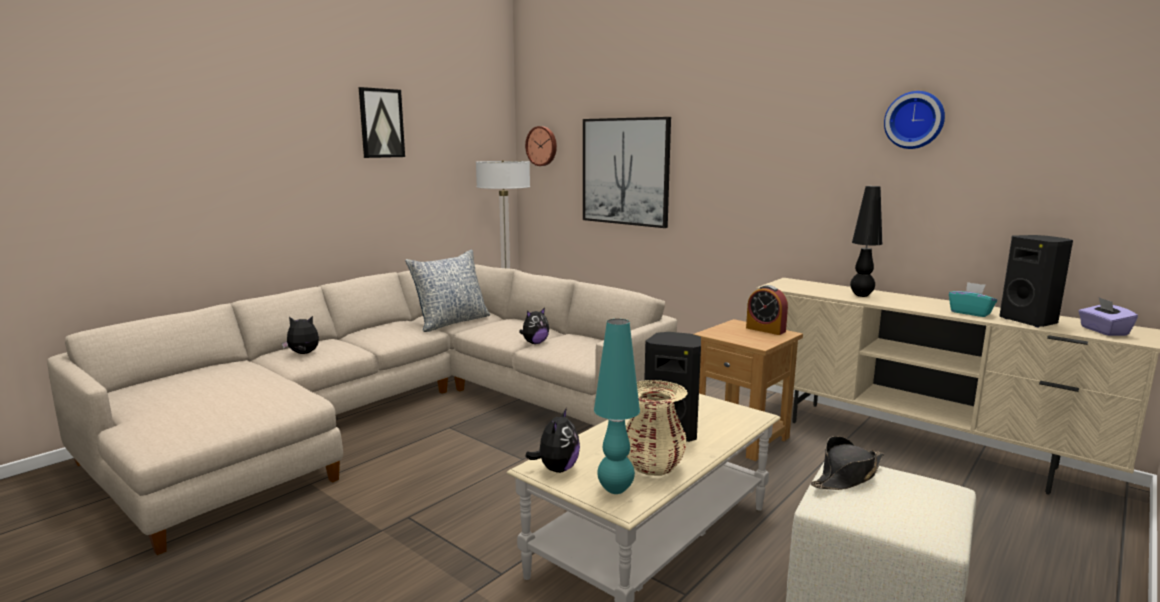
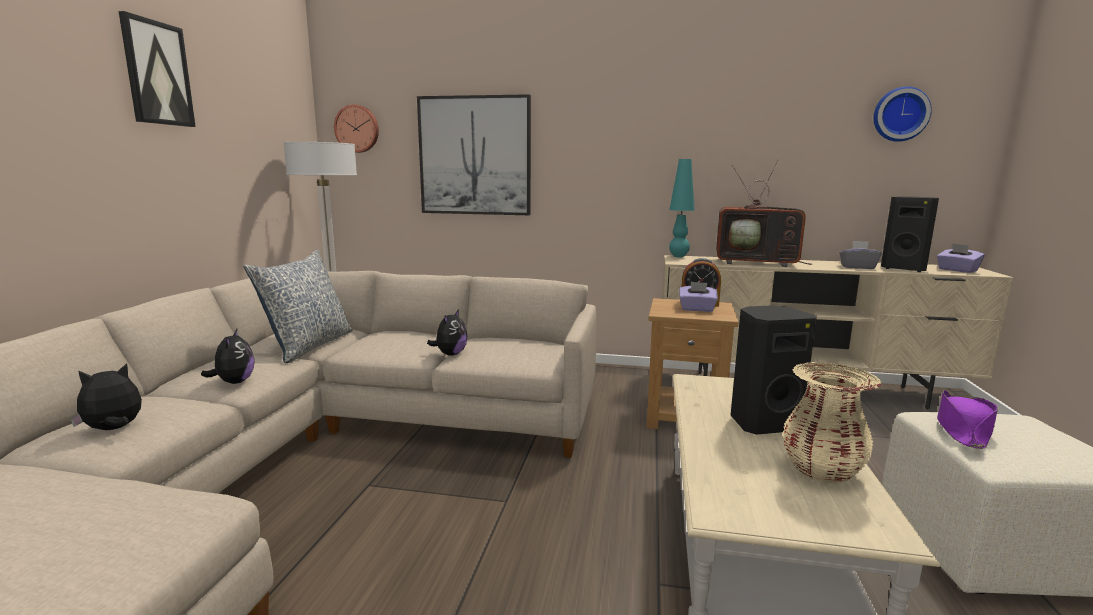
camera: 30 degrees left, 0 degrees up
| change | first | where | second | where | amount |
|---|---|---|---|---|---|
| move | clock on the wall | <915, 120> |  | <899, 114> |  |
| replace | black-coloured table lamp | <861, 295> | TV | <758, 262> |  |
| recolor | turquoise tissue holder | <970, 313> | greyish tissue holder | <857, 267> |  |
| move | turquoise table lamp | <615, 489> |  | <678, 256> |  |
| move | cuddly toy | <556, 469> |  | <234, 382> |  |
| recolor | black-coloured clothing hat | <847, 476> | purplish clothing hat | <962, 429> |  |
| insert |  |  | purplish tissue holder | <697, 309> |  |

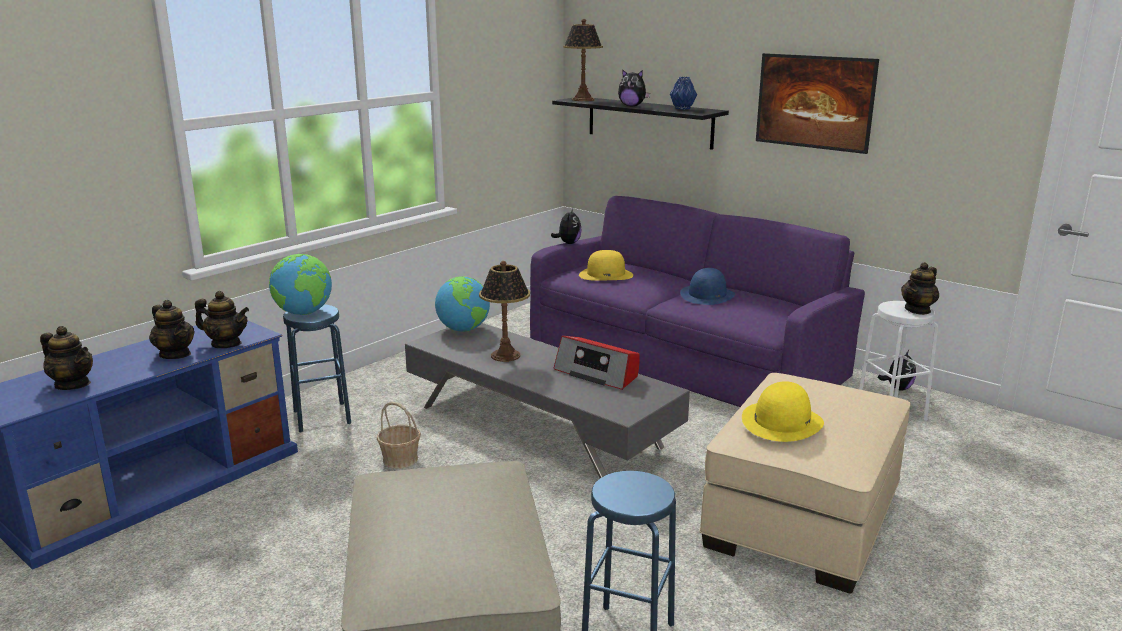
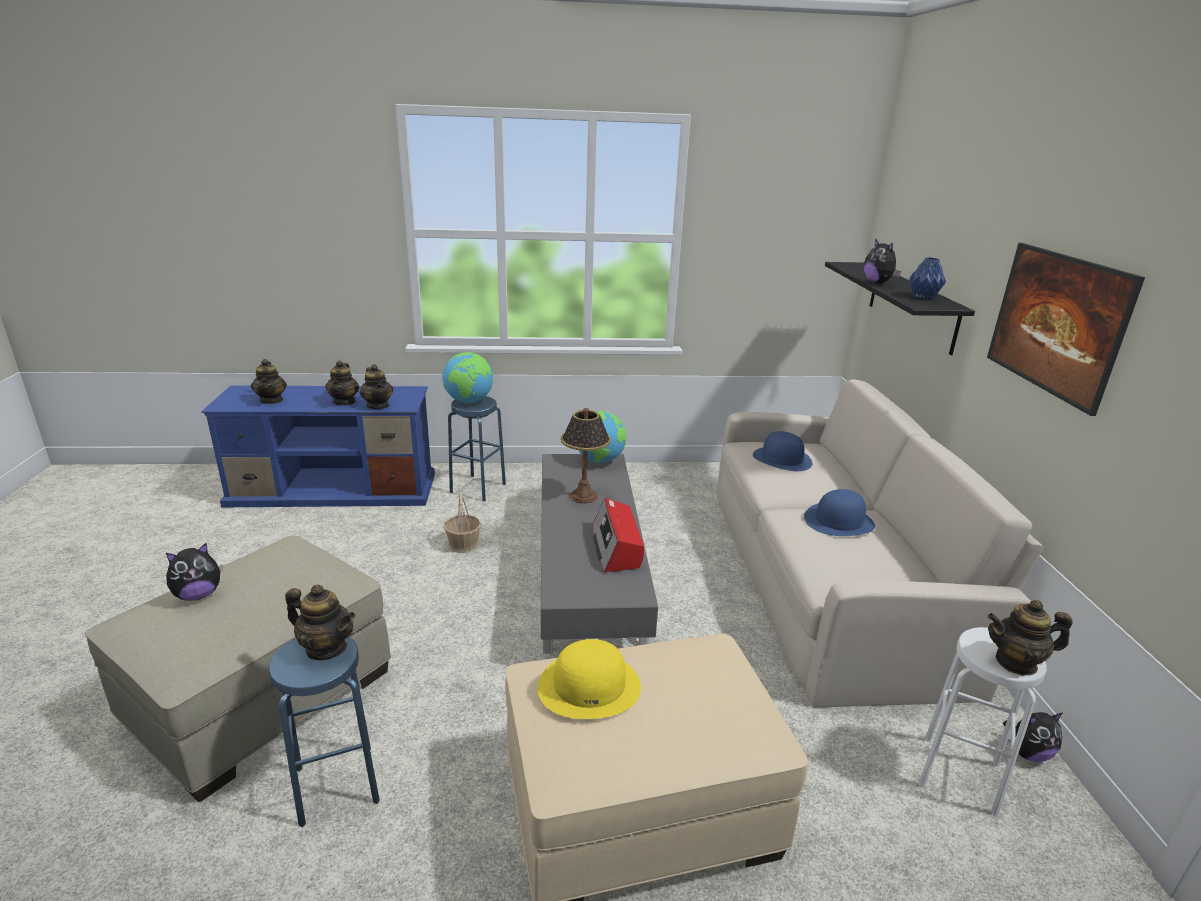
camera: 45 degrees right, 5 degrees up
| change | first | where | second | where | amount |
|---|---|---|---|---|---|
| delete | table lamp | <582, 99> |  |  |  |
| recolor | purplish settee | <686, 354> | sand-coloured settee | <830, 576> |  |
| move | cuddly toy | <568, 243> |  | <198, 595> |  |
| recolor | yellow clothing hat | <606, 275> | blue clothing hat | <782, 459> |  |
| insert |  |  | tea pot | <326, 648> |  |

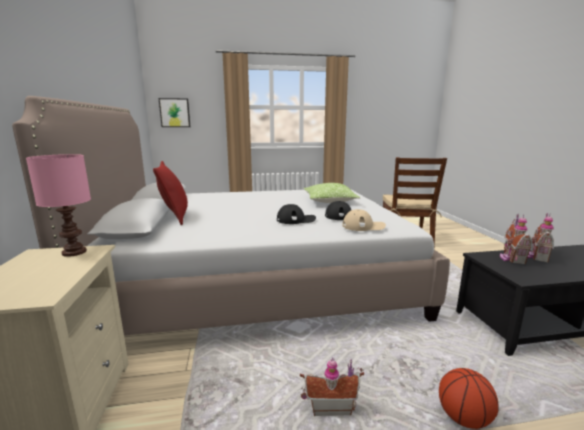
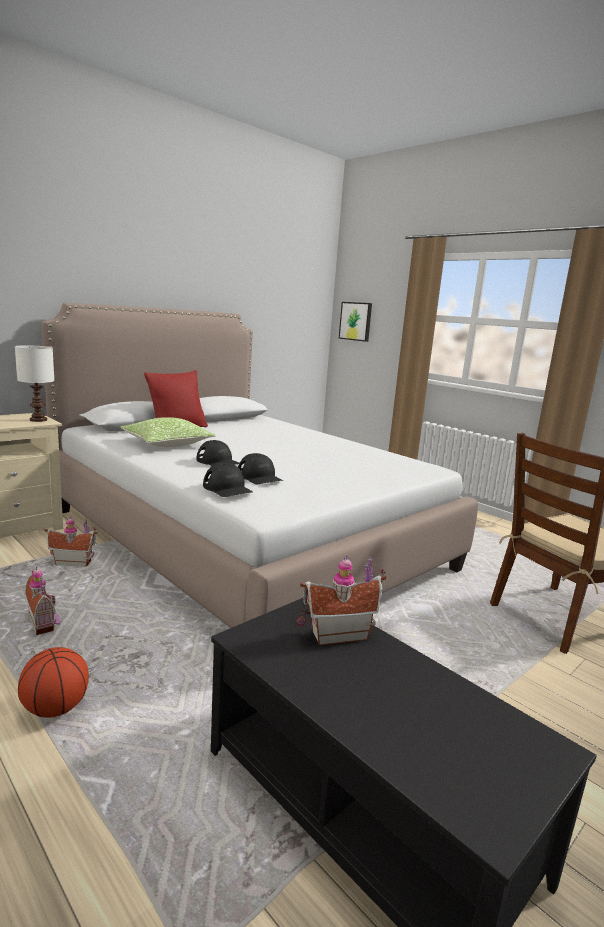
camera: 55 degrees right, 0 degrees up
| change | first | where | second | where | amount |
|---|---|---|---|---|---|
| recolor | pinkish table lamp | <75, 252> | whitish table lamp | <38, 420> |  |
| move | throw pillow | <329, 201> |  | <167, 443> |  |
| recolor | sand-coloured cap | <363, 226> | black-coloured cap | <227, 488> |  |
| move | toy house | <536, 256> |  | <74, 562> |  |

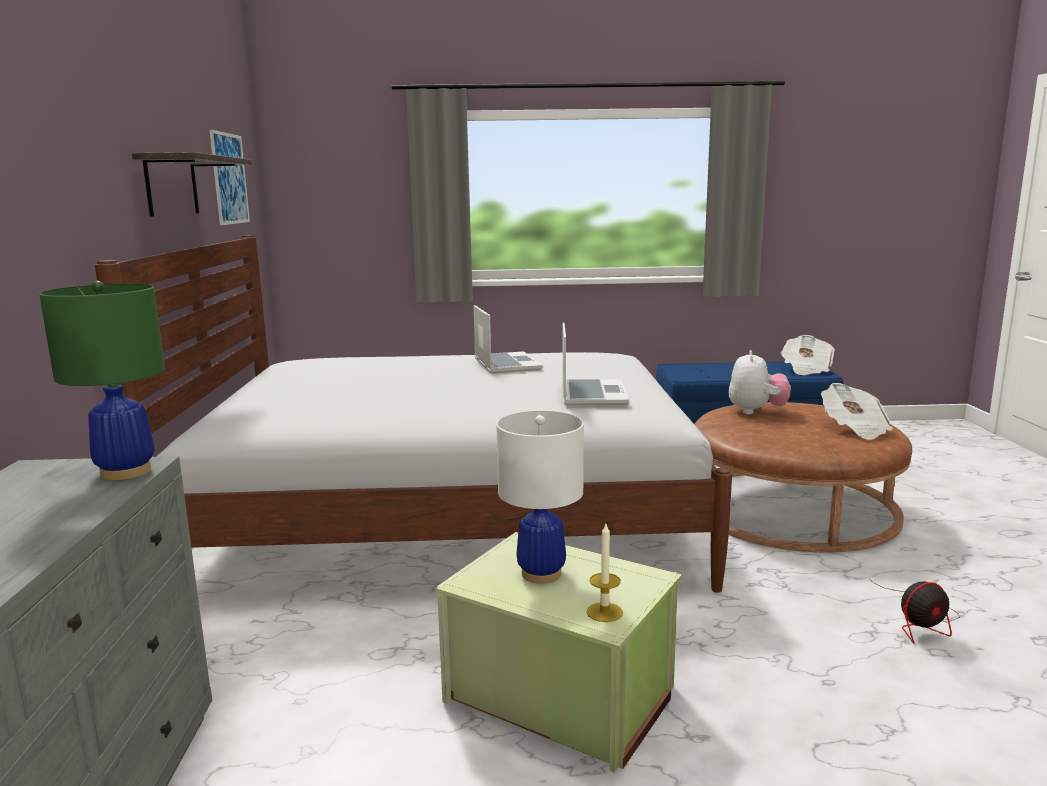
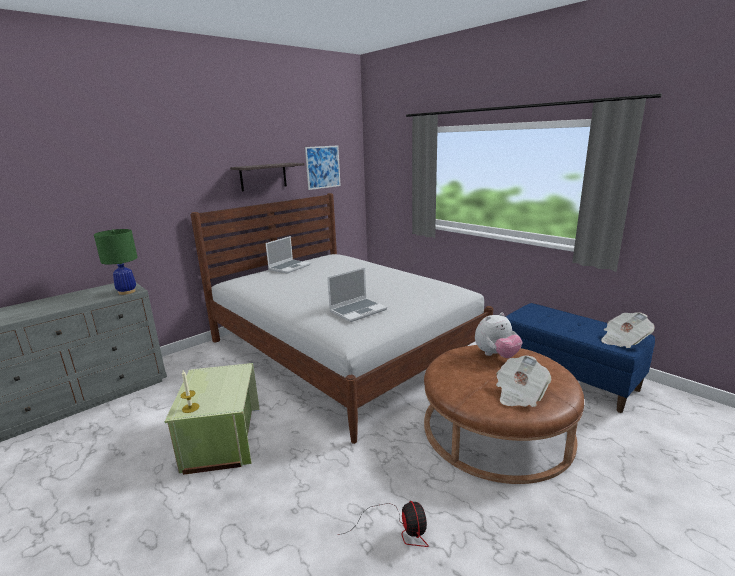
camera: 50 degrees right, 5 degrees up
| change | first | where | second | where | amount |
|---|---|---|---|---|---|
| move | laptop | <505, 364> |  | <289, 267> |  |
| delete | whitish table lamp | <541, 574> |  |  |  |
| rotate | fan | <921, 622> |  | <398, 529> | 135 degrees counterclockwise |

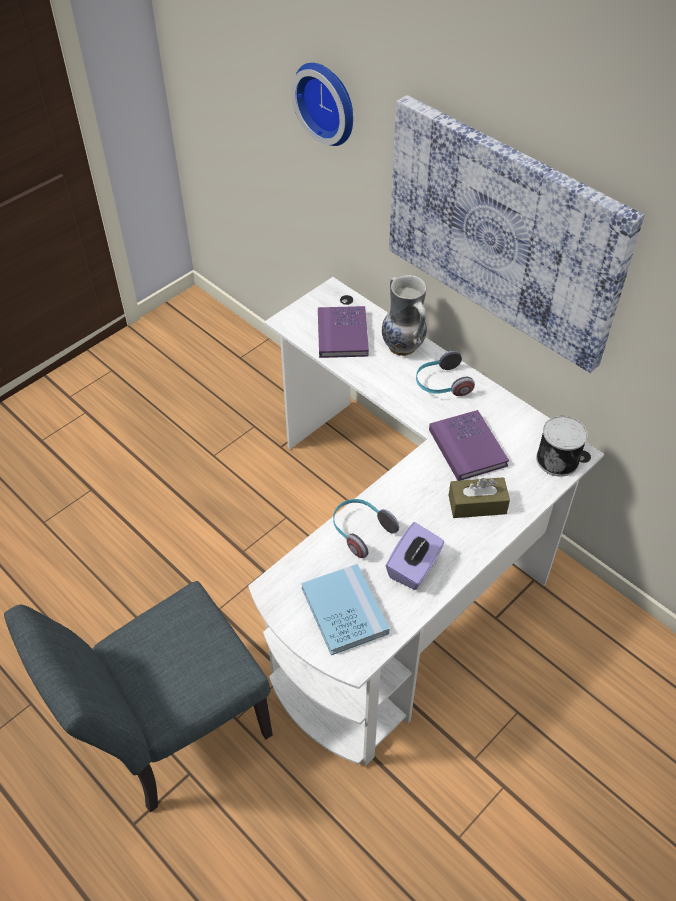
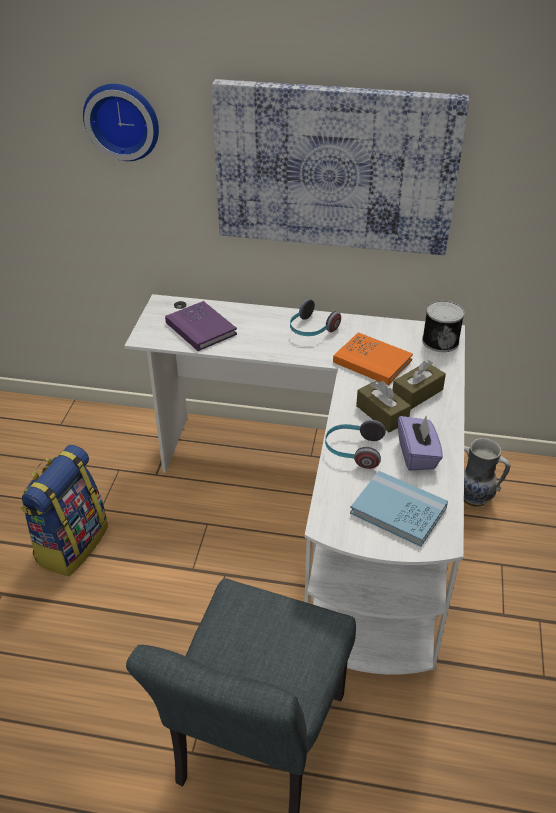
camera: 35 degrees left, 10 degrees down
| change | first | where | second | where | amount |
|---|---|---|---|---|---|
| move | vase | <403, 345> |  | <474, 497> |  |
| recolor | purplish book | <467, 447> | orange-coloured book | <372, 361> |  |
| insert |  |  | brown-coloured tissue holder | <382, 414> |  |
| insert |  |  | rucksack | <71, 544> |  |

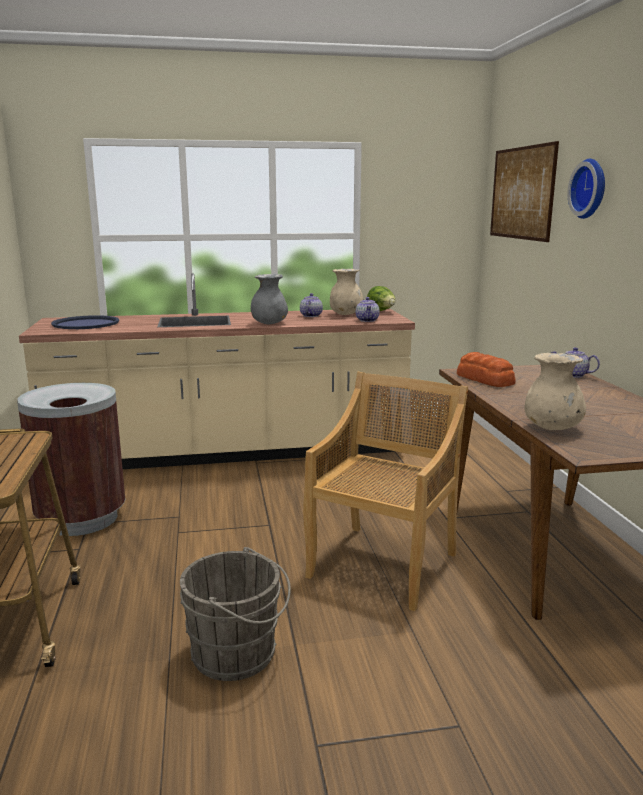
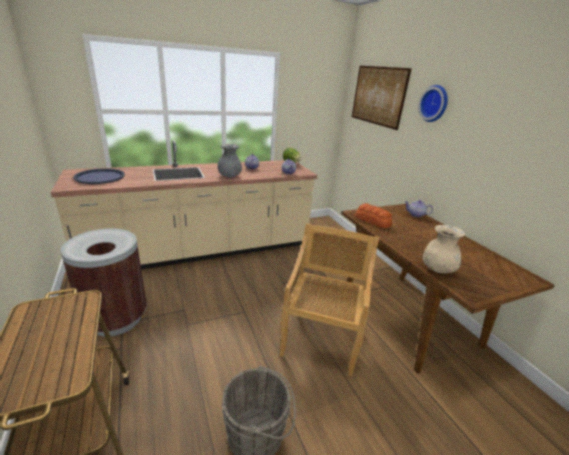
camera: 15 degrees left, 10 degrees up
| change | first | where | second | where | amount |
|---|---|---|---|---|---|
| delete | sand-coloured vase | <346, 314> |  |  |  |

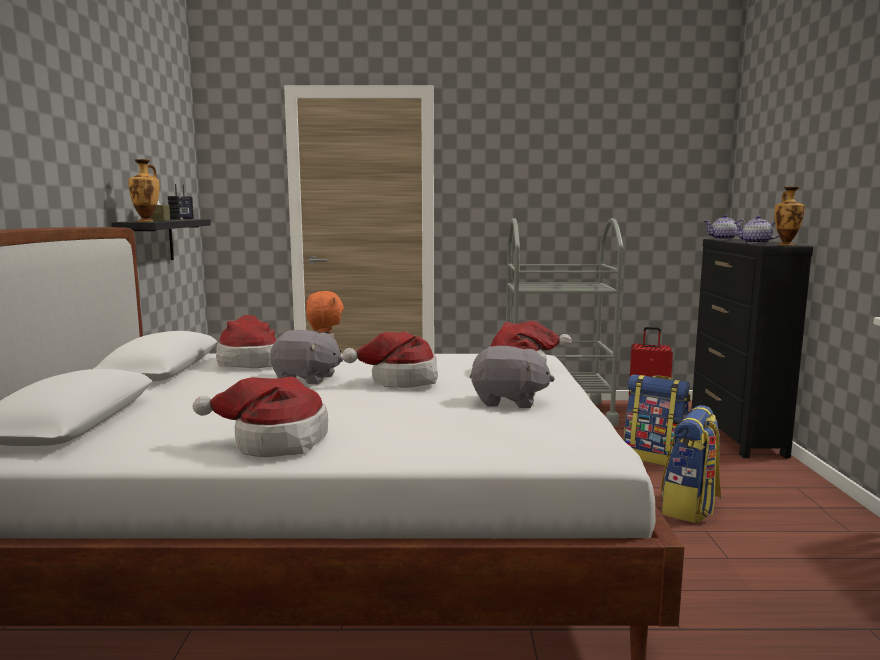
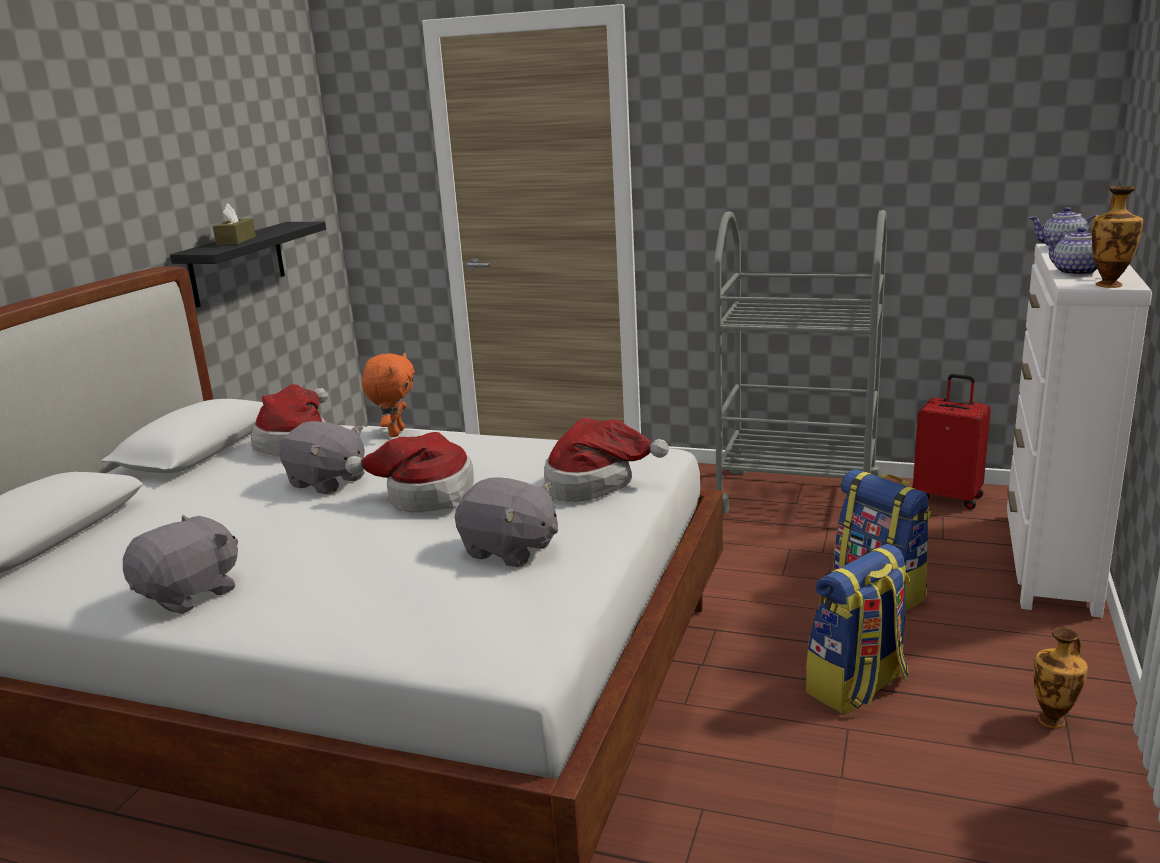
camera: 20 degrees right, 10 degrees up
| change | first | where | second | where | amount |
|---|---|---|---|---|---|
| move | vase | <147, 221> |  | <1053, 720> |  |
| delete | radio | <182, 219> |  |  |  |
| recolor | black-coloured dresser | <736, 434> | whitish dresser | <1050, 562> |  |
| replace | clothing hat | <274, 442> | greyish cuddly toy | <190, 594> |  |

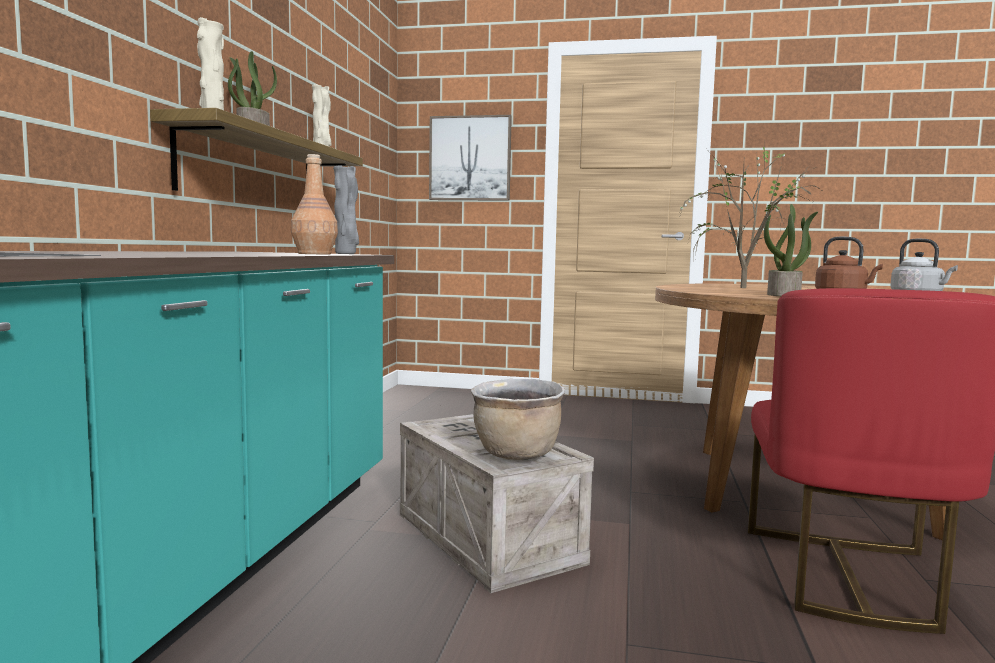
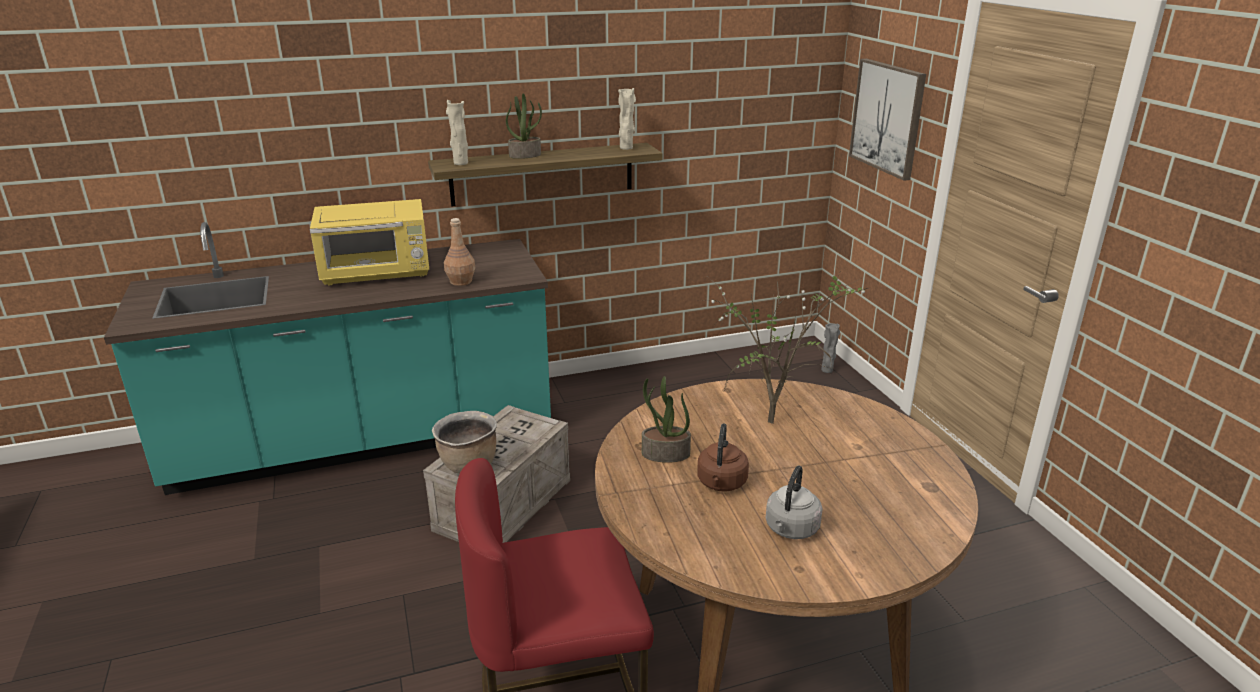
camera: 60 degrees right, 20 degrees up
| change | first | where | second | where | amount |
|---|---|---|---|---|---|
| move | greyish vase | <346, 254> |  | <827, 371> |  |
| insert |  |  | yellow microwave | <378, 273> |  |

